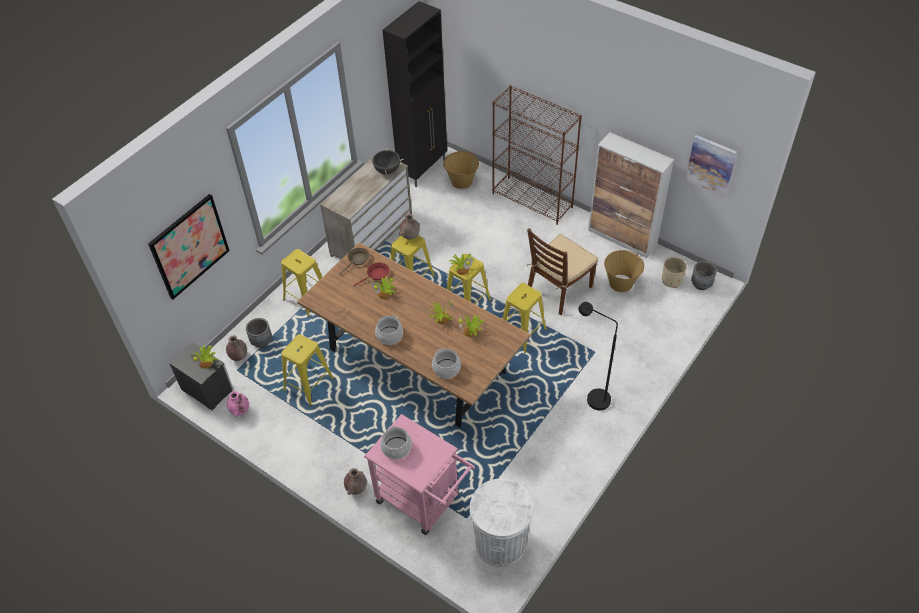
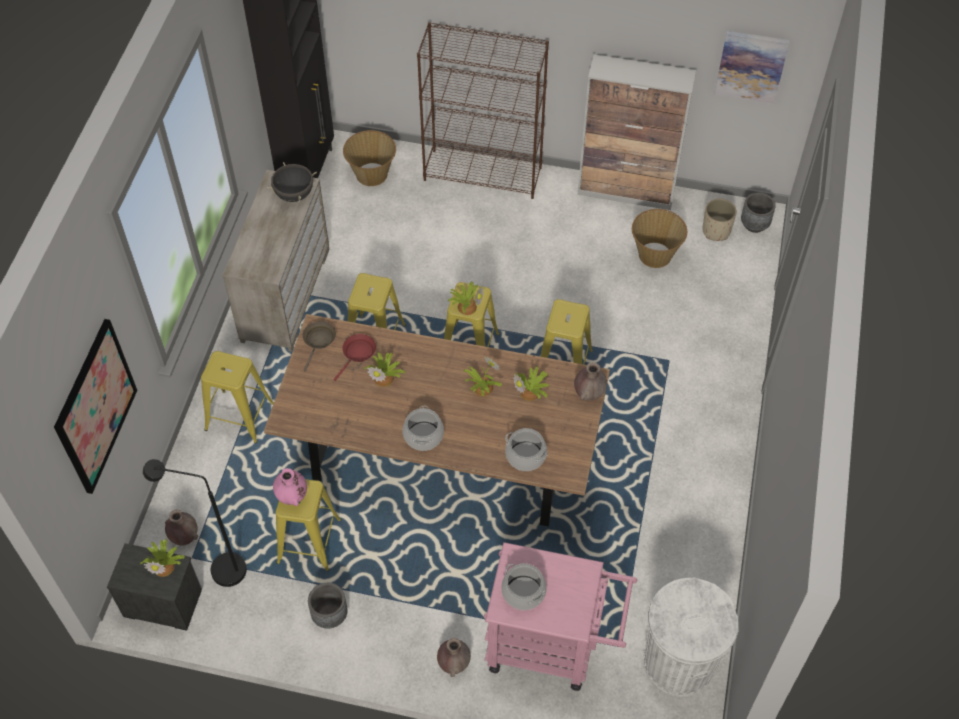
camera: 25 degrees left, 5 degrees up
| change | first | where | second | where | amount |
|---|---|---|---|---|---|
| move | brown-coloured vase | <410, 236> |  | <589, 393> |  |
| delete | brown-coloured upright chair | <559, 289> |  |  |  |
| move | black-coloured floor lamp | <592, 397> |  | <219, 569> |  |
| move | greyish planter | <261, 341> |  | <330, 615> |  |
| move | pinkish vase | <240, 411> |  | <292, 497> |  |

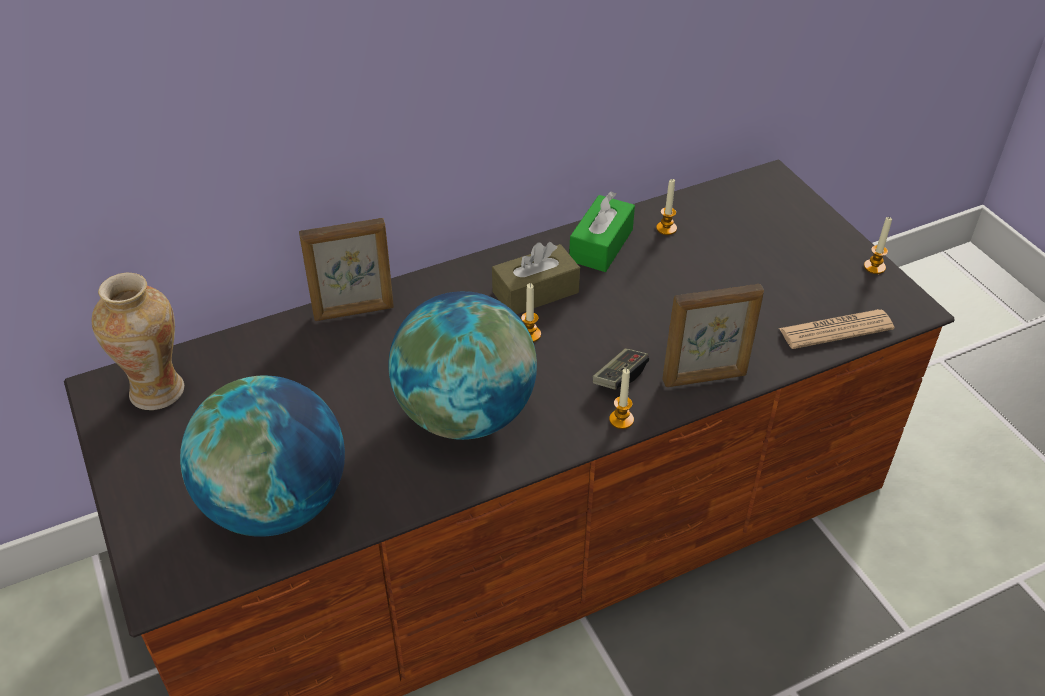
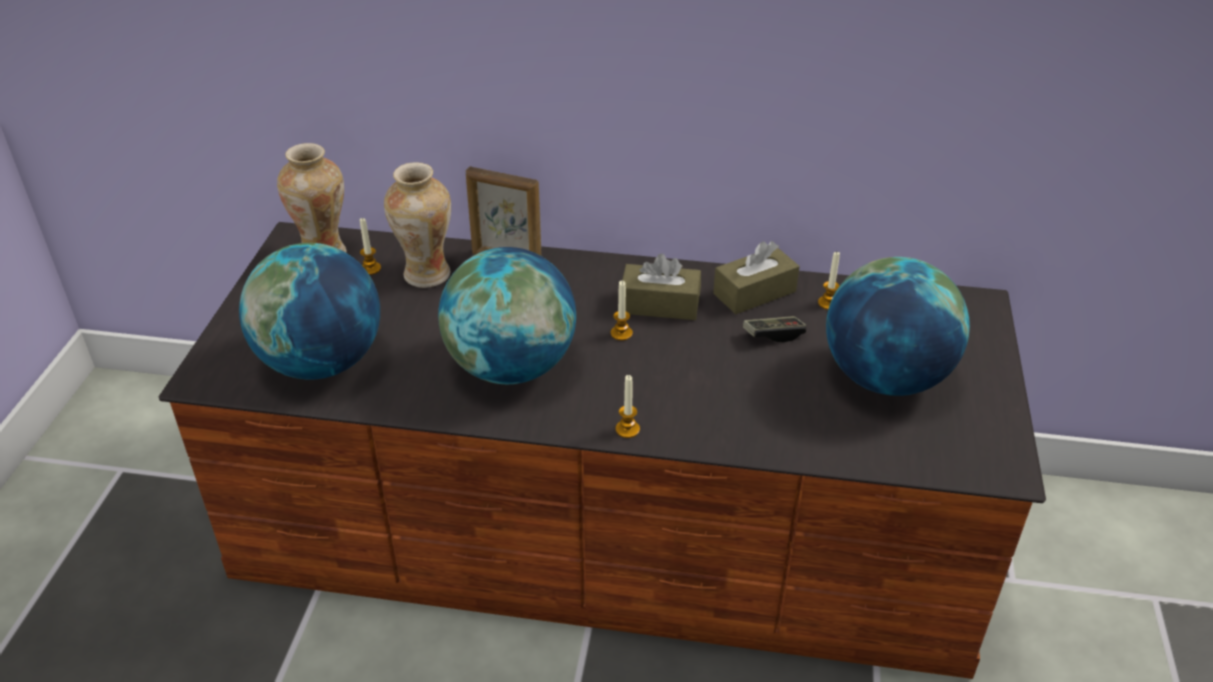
camera: 35 degrees right, 5 degrees down
| change | first | where | second | where | amount |
|---|---|---|---|---|---|
| recolor | green tissue holder | <601, 245> | brown-coloured tissue holder | <754, 292> |  |
| move | wax light | <874, 267> |  | <370, 269> |  |
| delete | picture frame | <705, 378> |  |  |  |
| delete | newspaper | <835, 330> |  |  |  |
| move | joypad | <620, 376> |  | <773, 335> |  |
| insert |  |  | vase | <426, 275> |  |
| insert |  |  | desk globe | <885, 378> |  |

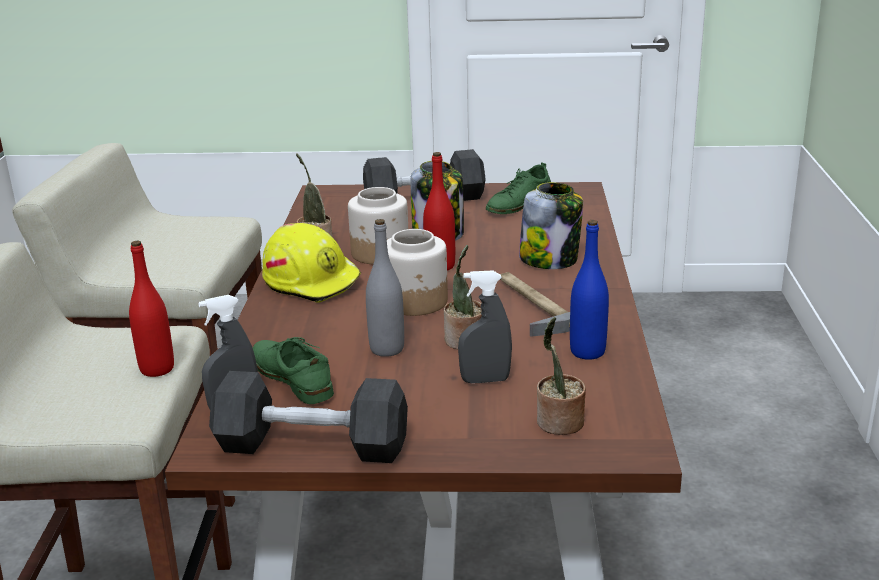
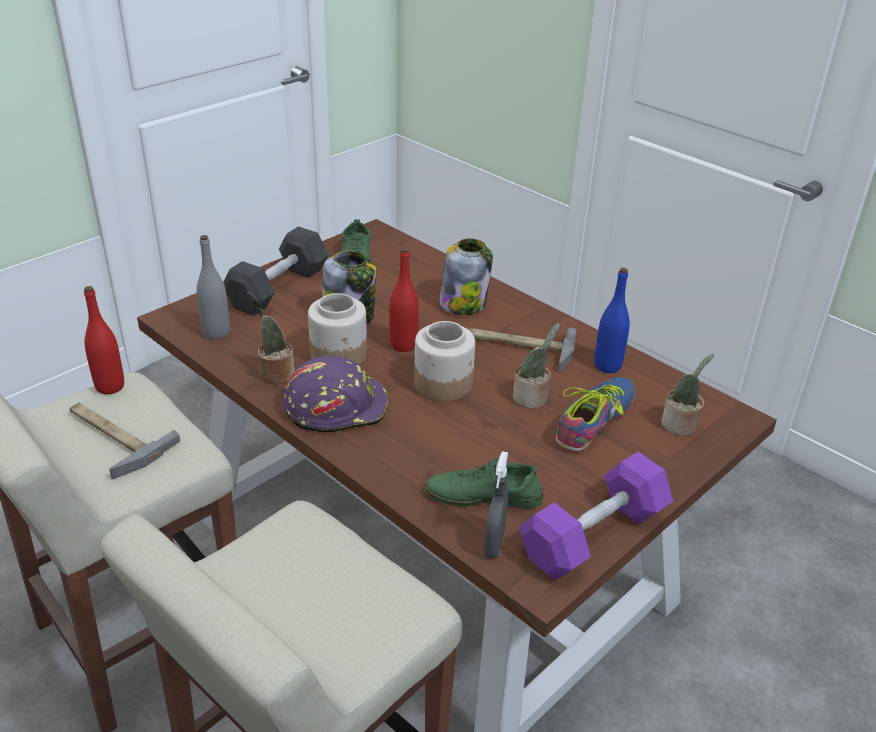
camera: 50 degrees left, 10 degrees up
| change | first | where | second | where | amount |
|---|---|---|---|---|---|
| move | greyish beverage bottle | <387, 349> |  | <216, 332> |  |
| recolor | yellow work helmet | <312, 281> | purplish work helmet | <336, 407> |  |
| move | red beverage bottle | <157, 369> |  | <110, 386> |  |
| replace | greyish spray bottle | <485, 380> | low shoe | <594, 420> |  |
| recolor | black-coloured hand weight | <312, 446> | purplish hand weight | <593, 535> |  |
| insert |  |  | hammer | <111, 437> |  |

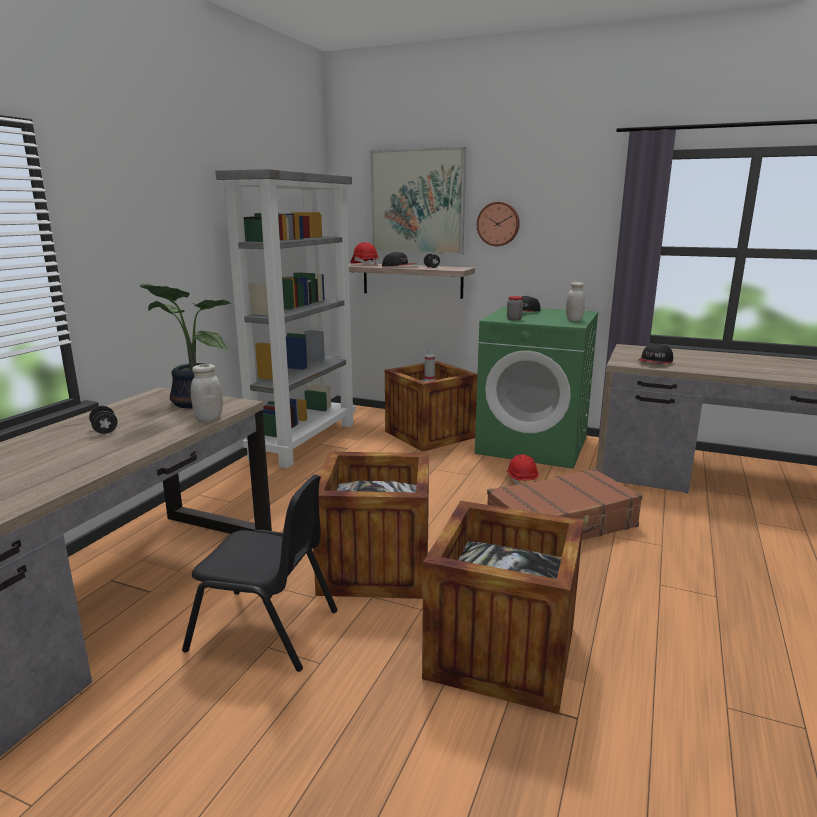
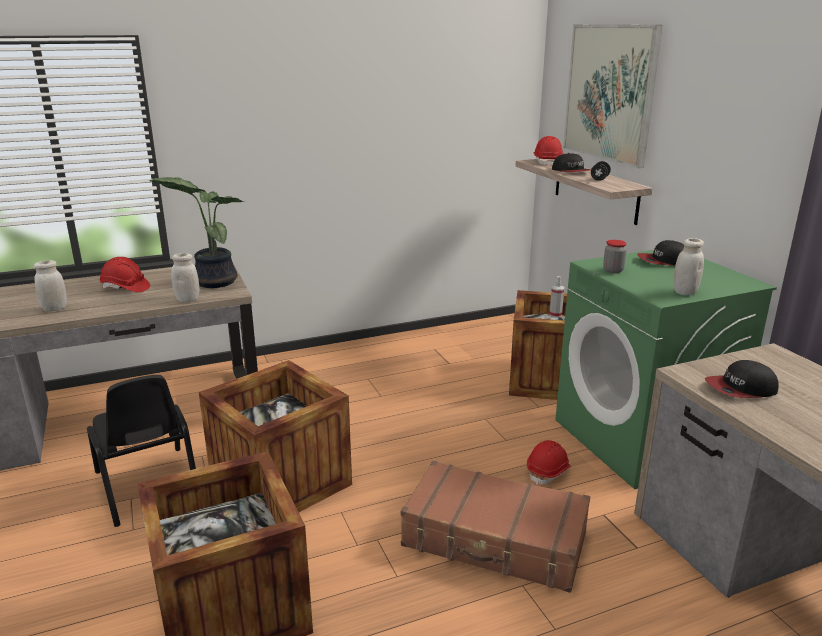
camera: 45 degrees right, 5 degrees up
| change | first | where | second | where | amount |
|---|---|---|---|---|---|
| delete | greyish shelving unit | <304, 440> |  |  |  |
| delete | clock on the wall | <498, 224> |  |  |  |
| replace | black-coloured hand weight | <105, 430> | red work helmet | <125, 288> |  |
| insert |  |  | whitish storage jar | <54, 309> |  |

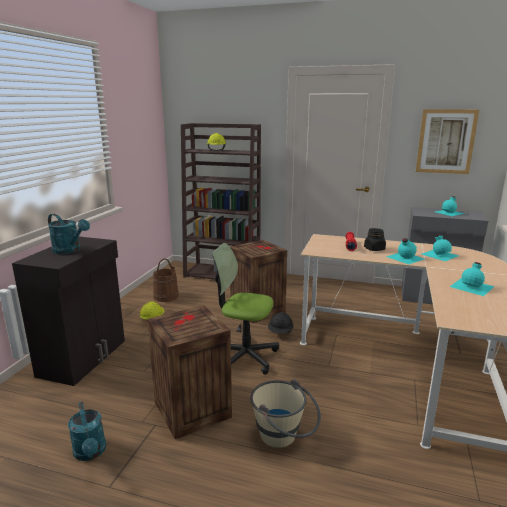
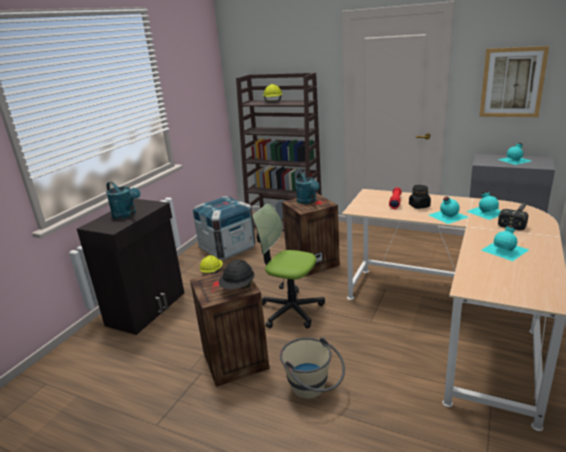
camera: 10 degrees right, 5 degrees up
| change | first | where | second | where | amount |
|---|---|---|---|---|---|
| replace | brown-coloured bucket | <166, 296> | crate | <227, 248> |  |
| move | black-coloured work helmet | <280, 333> |  | <238, 287> |  |
| move | turquoise watering can | <90, 453> |  | <308, 201> |  |
| insert |  |  | hammer | <517, 219> |  |

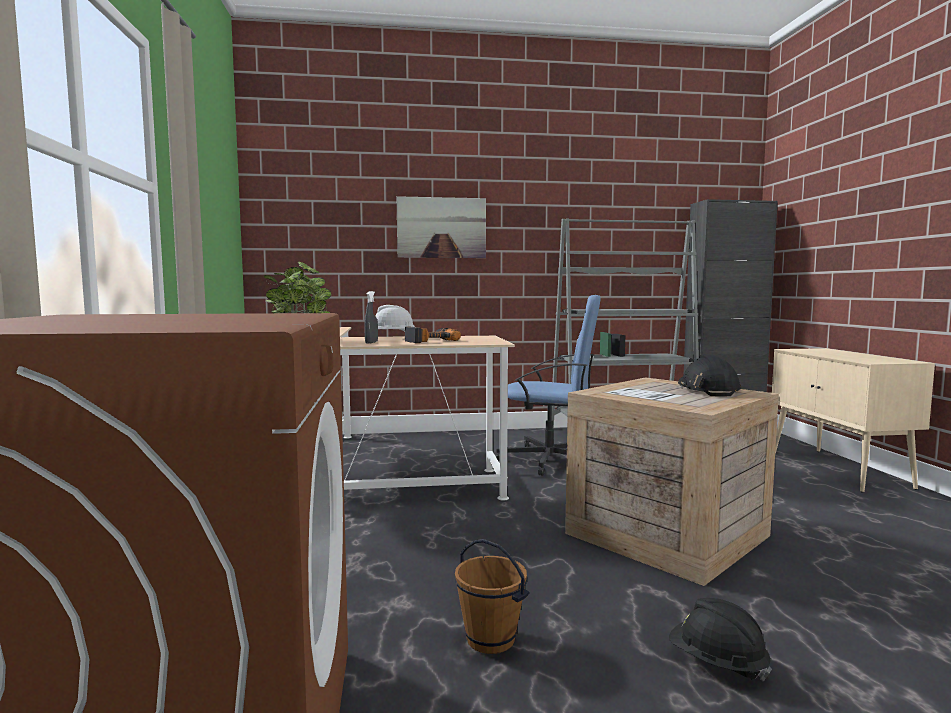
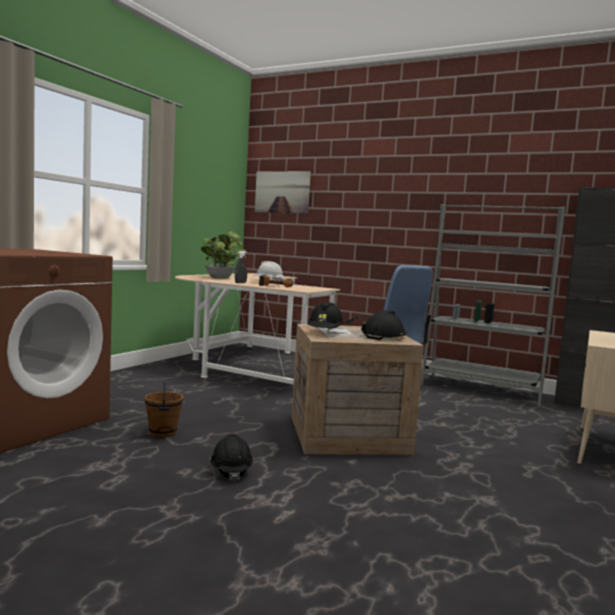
camera: 35 degrees right, 0 degrees up
| change | first | where | second | where | amount |
|---|---|---|---|---|---|
| move | picture | <441, 227> |  | <282, 192> |  |
| insert |  |  | black-coloured work helmet | <325, 333> |  |

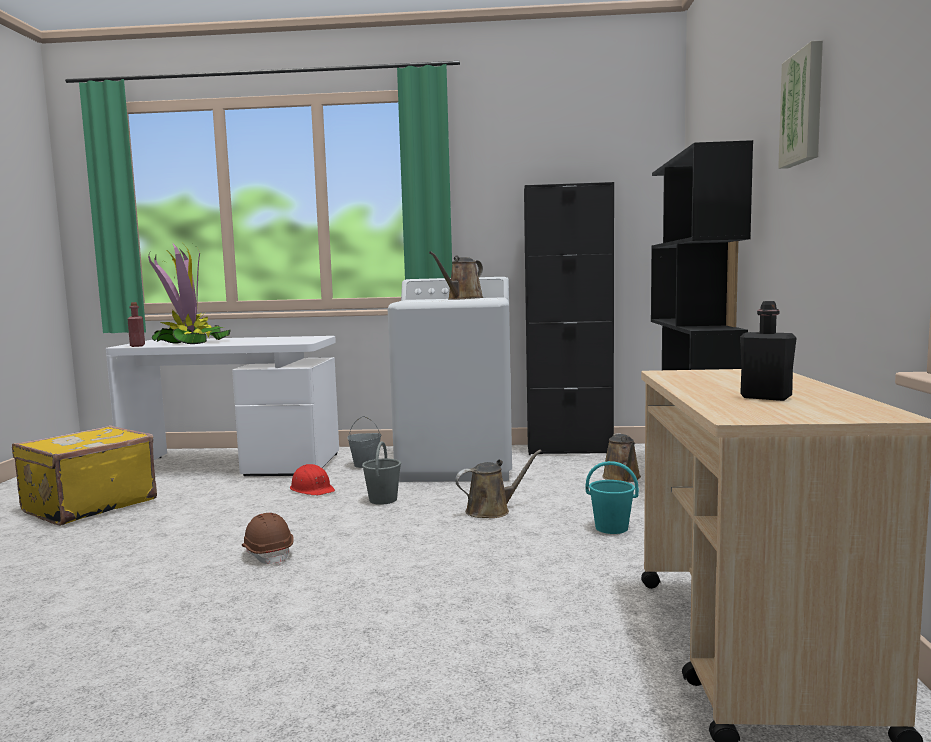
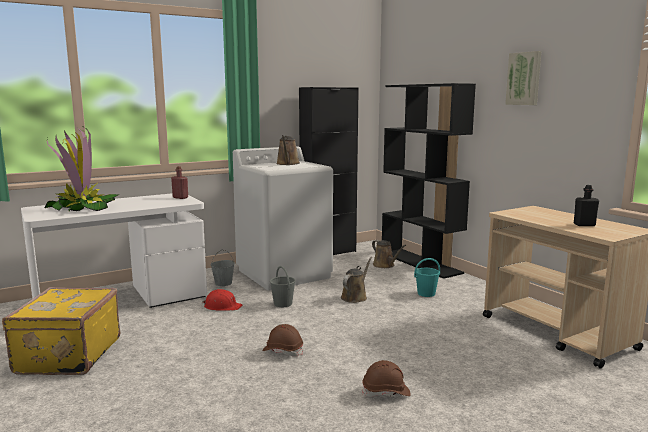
camera: 35 degrees left, 5 degrees up
| change | first | where | second | where | amount |
|---|---|---|---|---|---|
| move | red beverage bottle | <137, 345> |  | <180, 197> |  |
| insert |  |  | brown-coloured work helmet | <386, 392> |  |

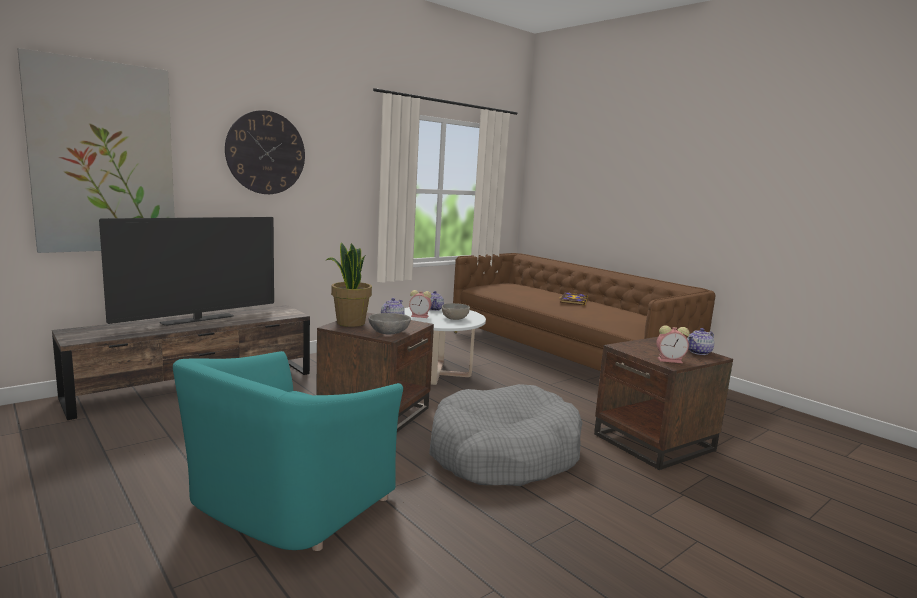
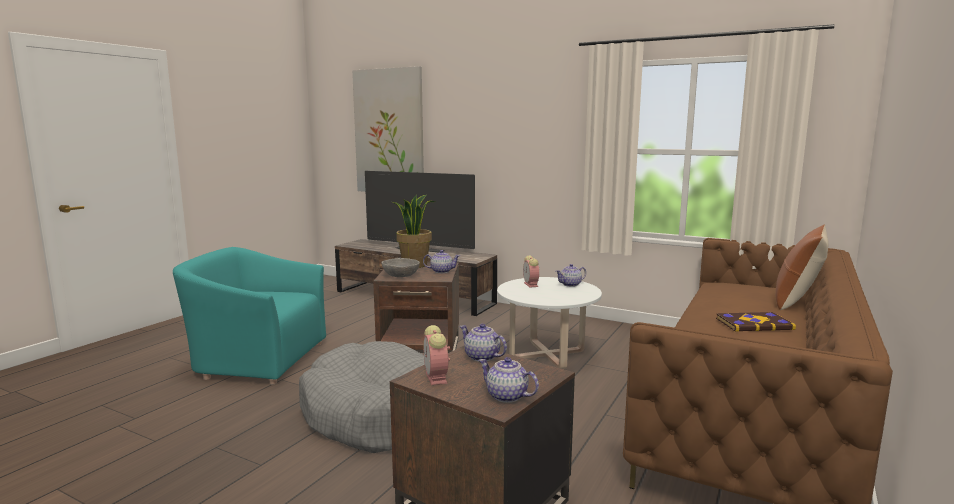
camera: 70 degrees right, 0 degrees up
| change | first | where | second | where | amount |
|---|---|---|---|---|---|
| delete | clock on the wall | <266, 153> |  |  |  |
| delete | greyish serving bowl | <454, 318> |  |  |  |
| insert |  |  | brown-coloured throw pillow | <797, 302> |  |
| insert |  |  | tea pot | <482, 357> |  |

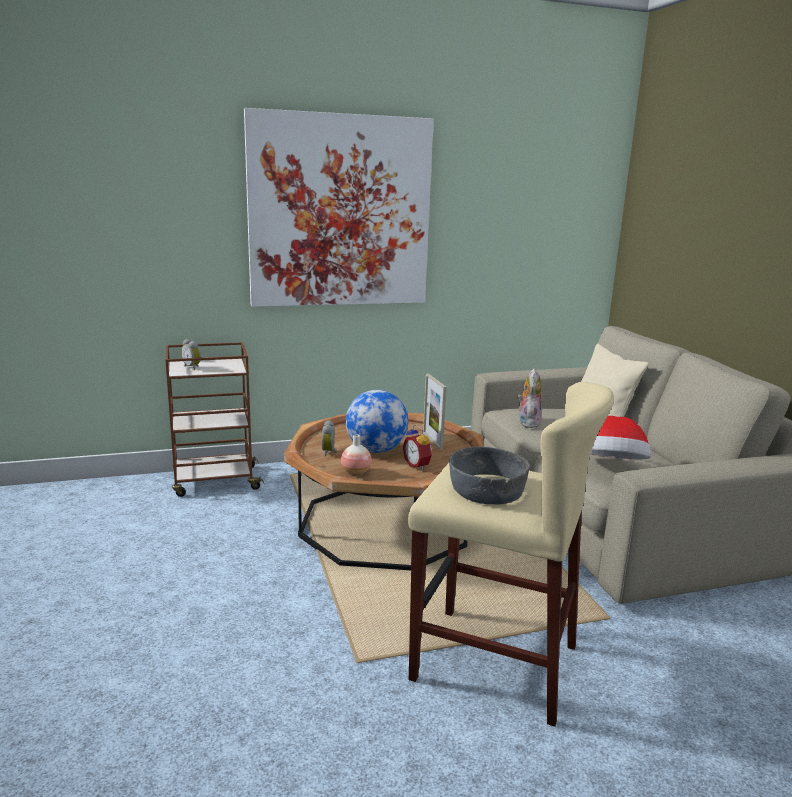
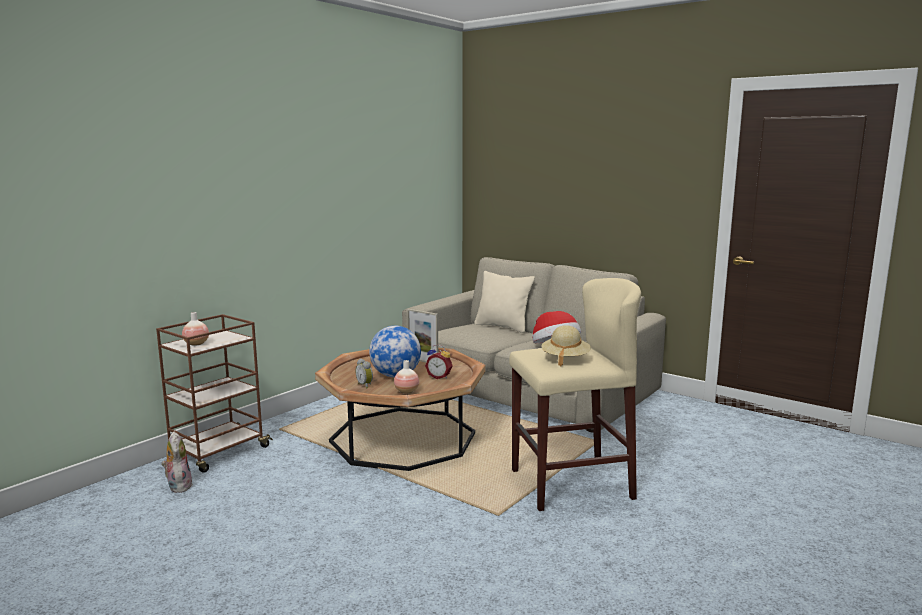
camera: 35 degrees left, 5 degrees down
| change | first | where | second | where | amount |
|---|---|---|---|---|---|
| delete | picture | <340, 212> |  |  |  |
| replace | alarm clock | <193, 367> | vase | <196, 344> |  |
| move | cuddly toy | <527, 422> |  | <178, 486> |  |
| replace | greyish serving bowl | <486, 488> | sand-coloured clothing hat | <565, 359> |  |

